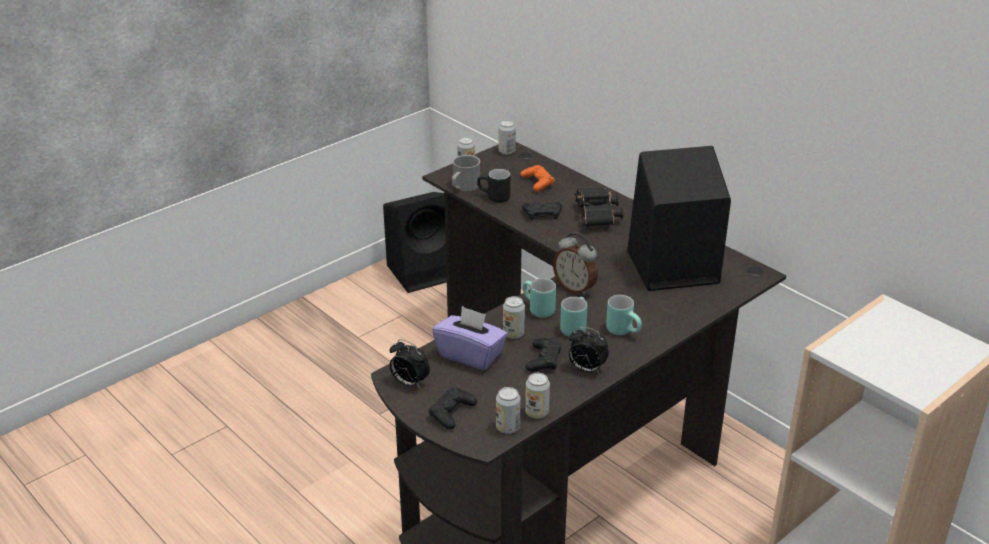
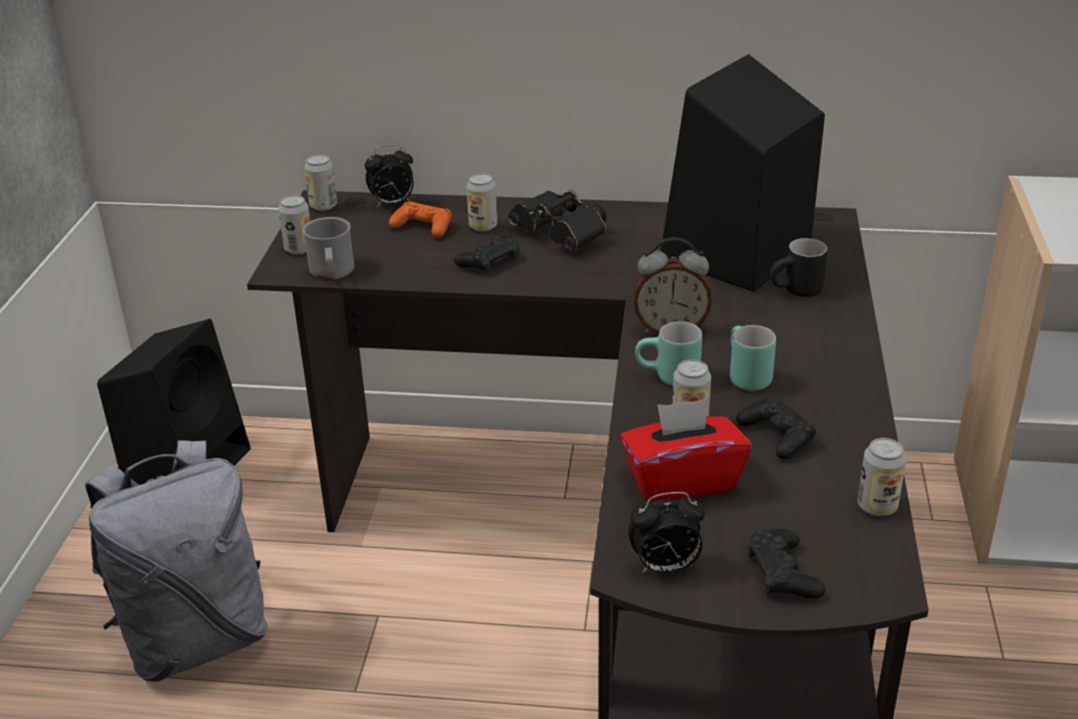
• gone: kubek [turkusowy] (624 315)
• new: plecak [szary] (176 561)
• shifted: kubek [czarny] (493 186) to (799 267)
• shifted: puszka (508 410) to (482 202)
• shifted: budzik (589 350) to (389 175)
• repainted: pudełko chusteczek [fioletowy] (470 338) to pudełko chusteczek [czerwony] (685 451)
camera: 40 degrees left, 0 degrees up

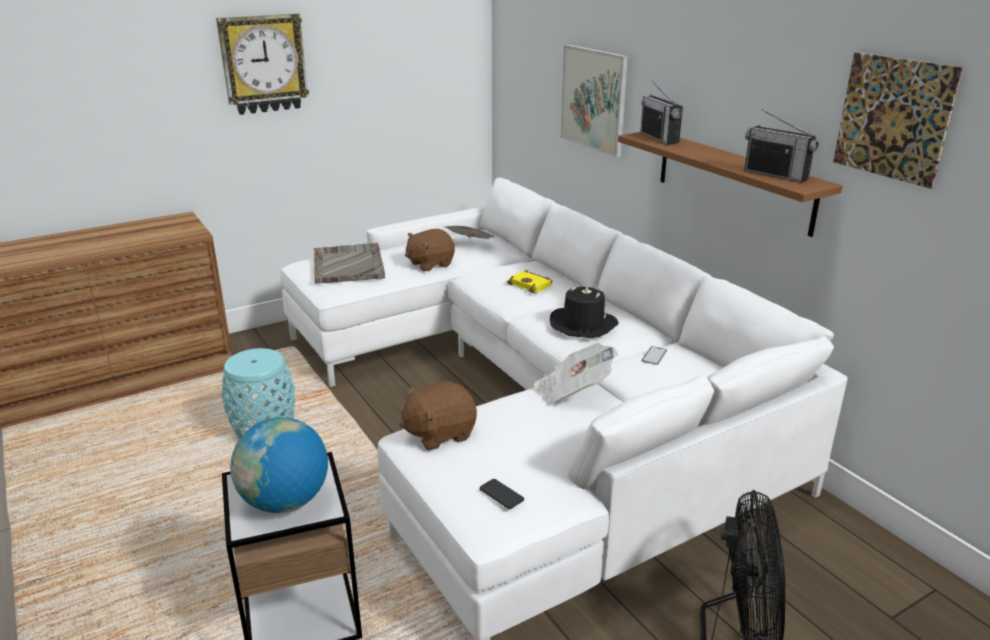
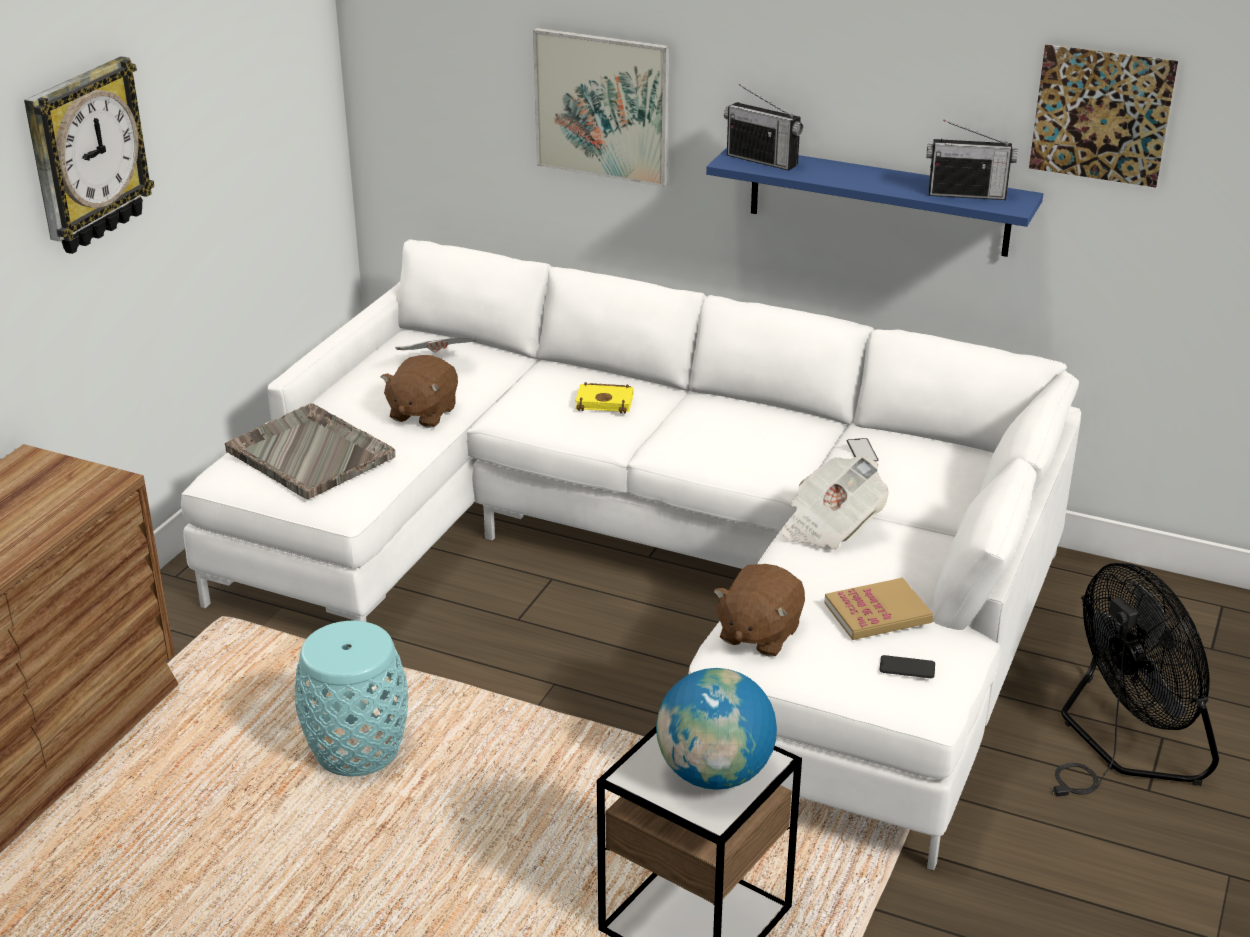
• gone: kapelusz [czarny] (584 311)
• new: książka (878 609)
• repainted: półka [brązowy] (730 184) to półka [niebieski] (874 202)
camera: 35 degrees left, 5 degrees up

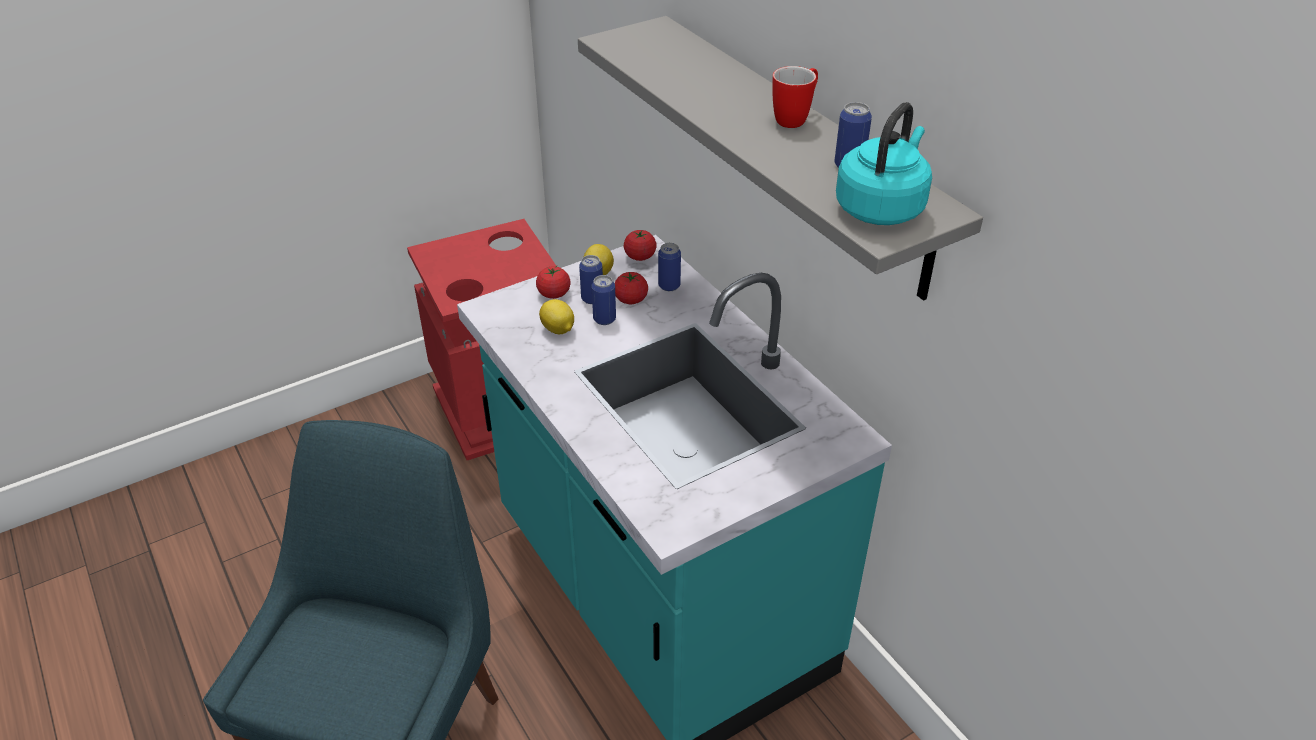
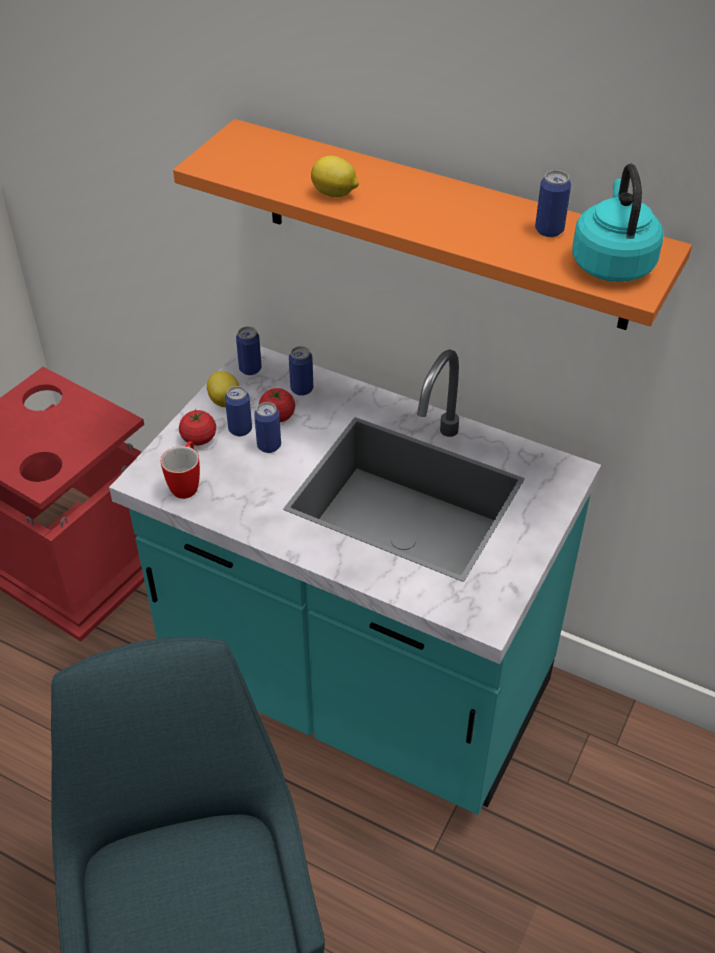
• shifted: cytryna (556 316) to (335 176)
• shifted: kubek (795 97) to (180 470)
• swapped: pomidor (640 245) to puszka (249 350)
• repainted: półka [szary] (780 158) to półka [pomarańczowy] (432 224)
camera: 30 degrees left, 5 degrees up

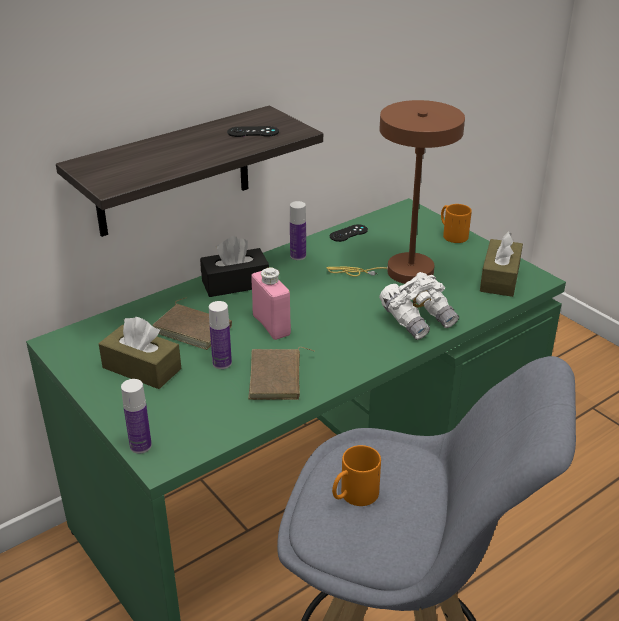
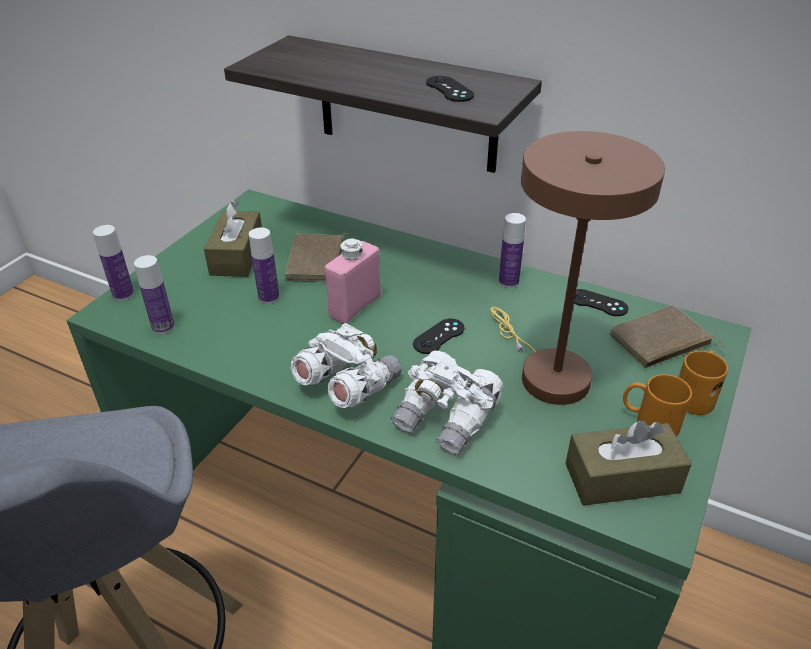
• gone: pudełko chusteczek [czarny] (234 266)
• new: butelka (154 294)
• new: lornetka [biały] (346 365)
• new: pad do gier [czarny] (439 336)
• shifted: książka [brązowy] (281 373) to (667 336)
• shifted: kubek [pomarańczowy] (356 475) to (657 405)
camera: 65 degrees right, 5 degrees up

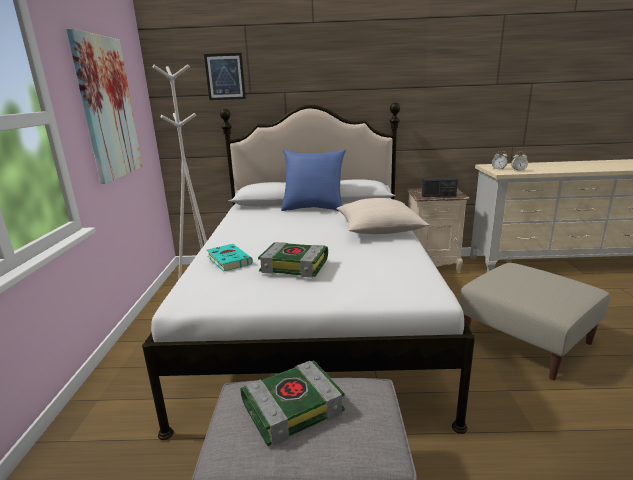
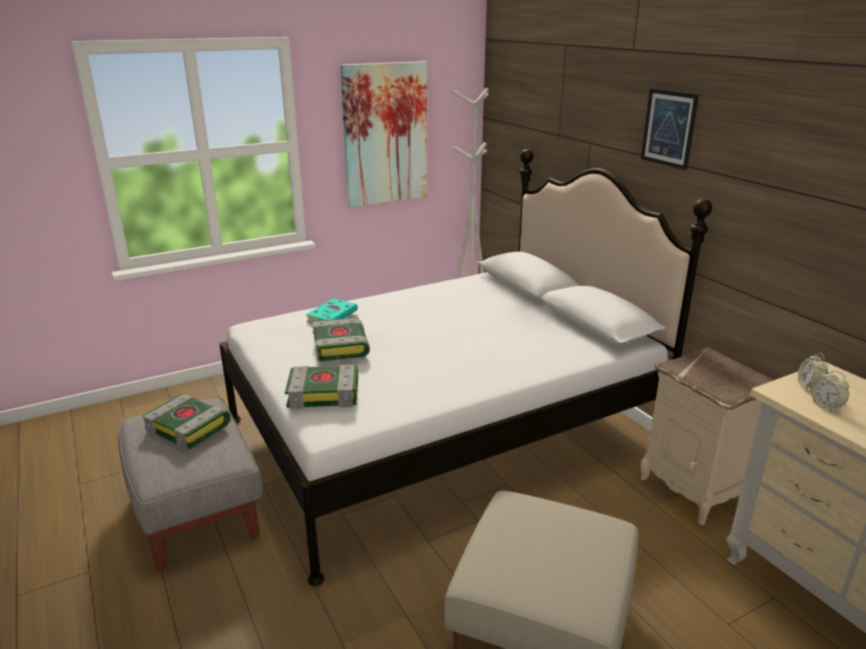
• gone: poduszka [niebieski] (313 180)
• gone: poduszka [beżowy] (382 216)
• gone: radio (440 187)
• new: książka (321 387)
• shifted: obraz (225 76) to (670 129)
camera: 60 degrees right, 5 degrees up

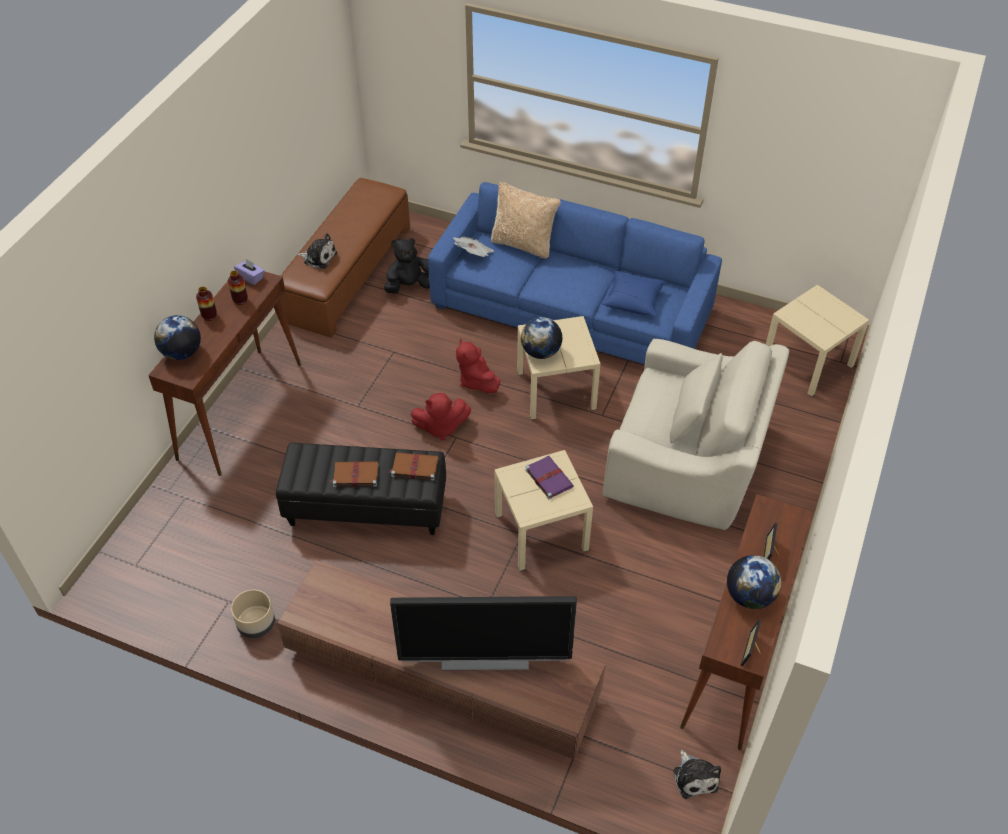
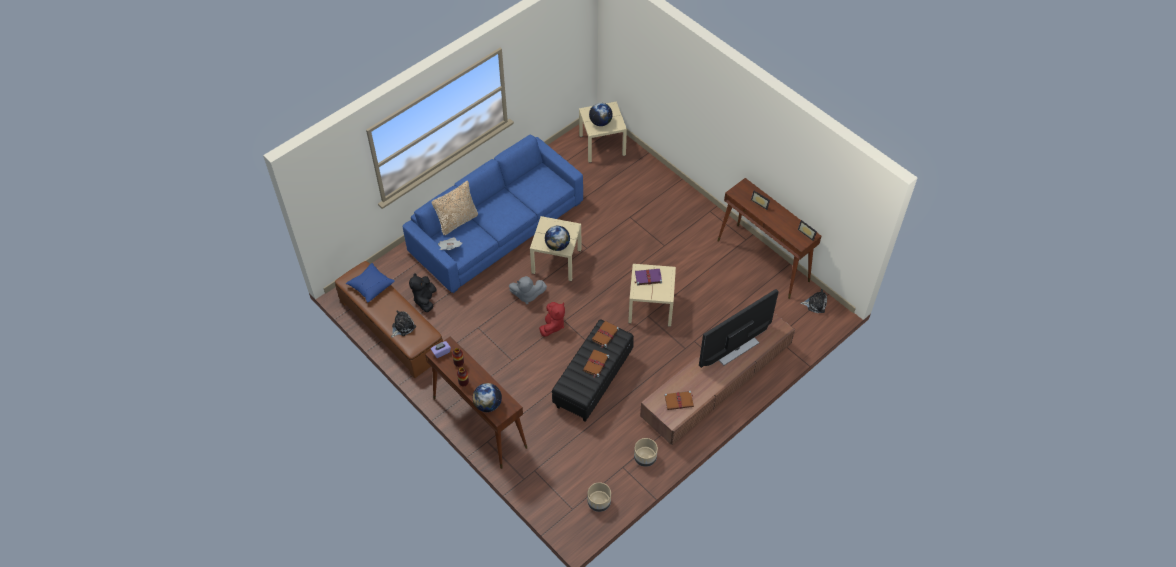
• gone: fotel [beżowy] (696 434)
• new: donica [beżowy] (599 497)
• new: książka [brązowy] (679 400)
• shifted: poduszka [niebieski] (634 293) to (370 283)
• shifted: globus (754 582) to (601 114)
• repainted: pluszak [czerwony] (478 366) to pluszak [szary] (528 290)
• rotated: telewizor (483 633) = (739 328) 150 degrees counterclockwise
camera: 65 degrees left, 5 degrees up

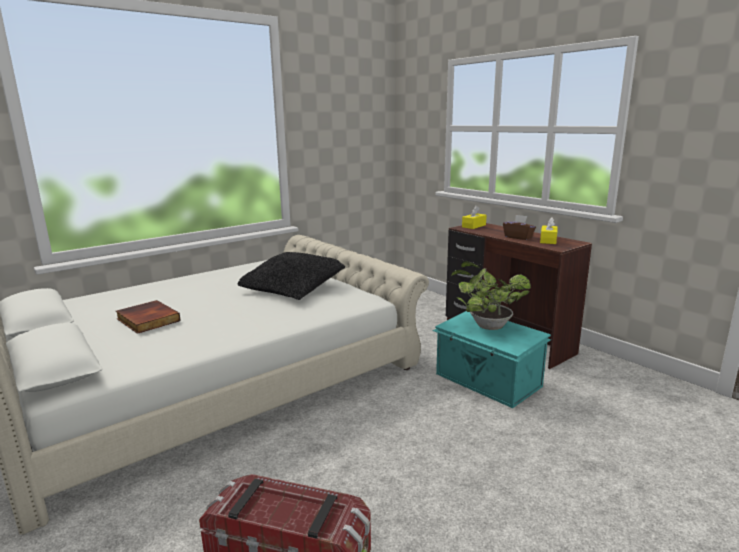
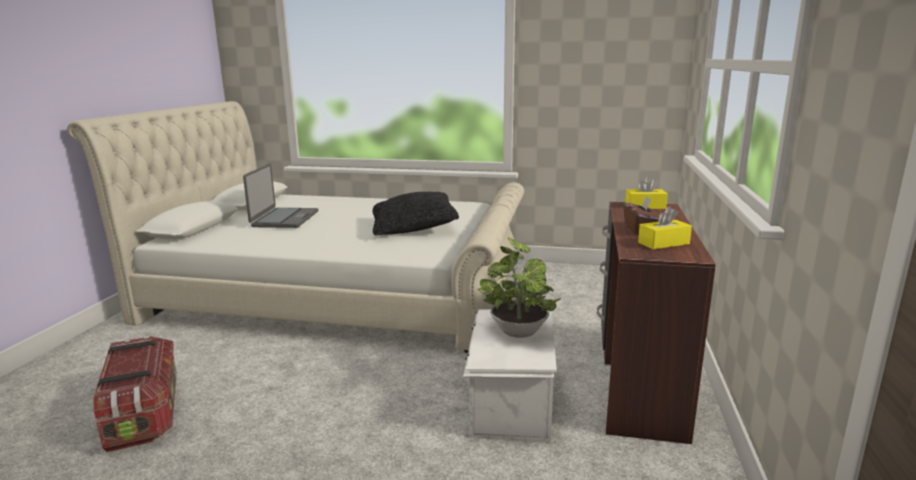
• swapped: książka (148 317) to laptop (280 196)
• repainted: pojemnik do przechowywania [turkusowy] (492 359) to pojemnik do przechowywania [biały] (510 376)
camera: 50 degrees right, 0 degrees up

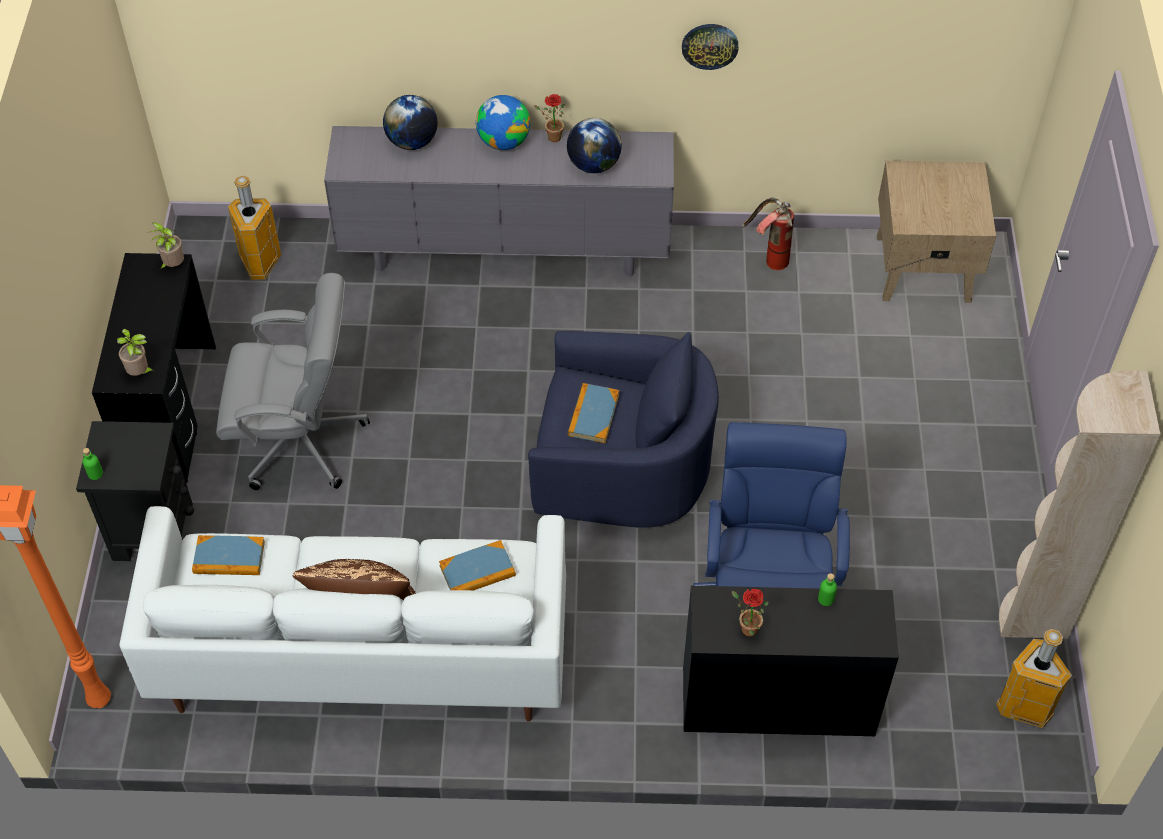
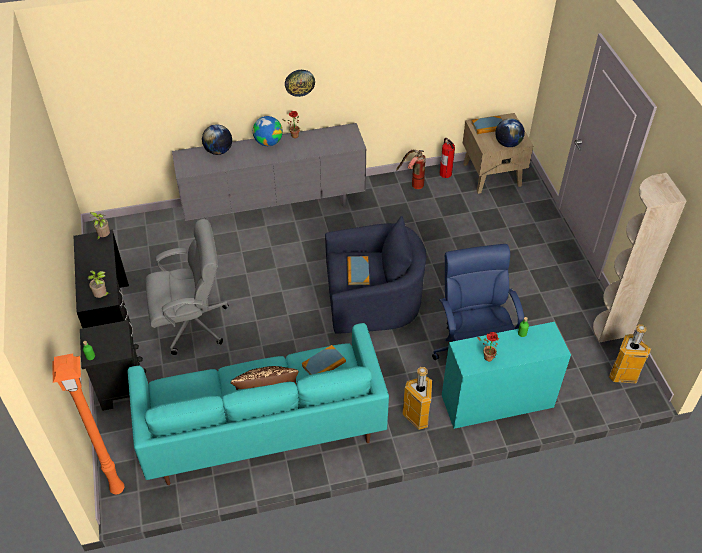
• new: gaśnica (447 158)
• shifted: książka (228 555) to (487 125)
• shifted: kosz na śmieci (254 228) to (417 398)
• shifted: globus (594 145) to (510 132)
• shifted: zegar ścienny (710 47) to (300 83)
• repainted: kanapa [biały] (342 614) to kanapa [turkusowy] (258 404)
• repainted: biurko [czarny] (791 661) to biurko [turkusowy] (506 375)
camera: 15 degrees left, 5 degrees down

